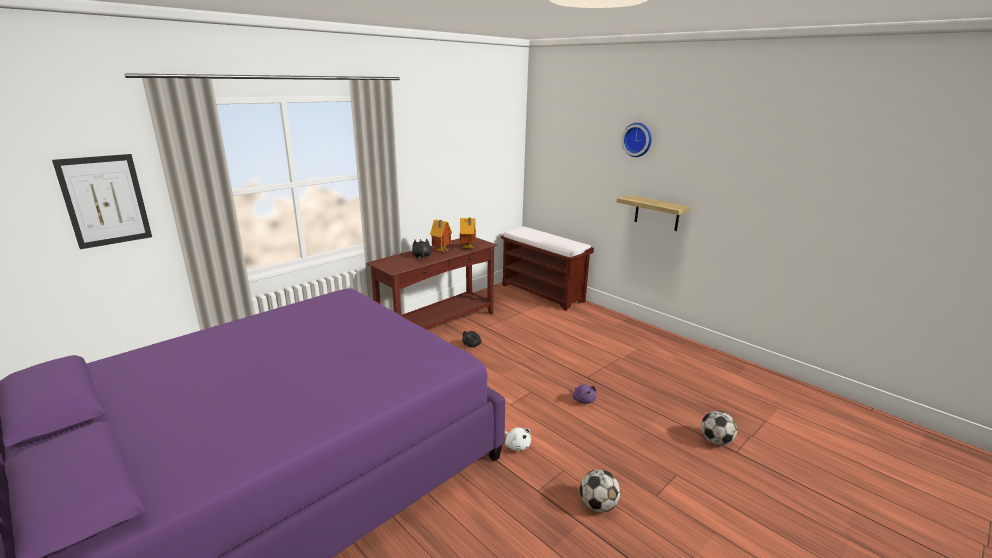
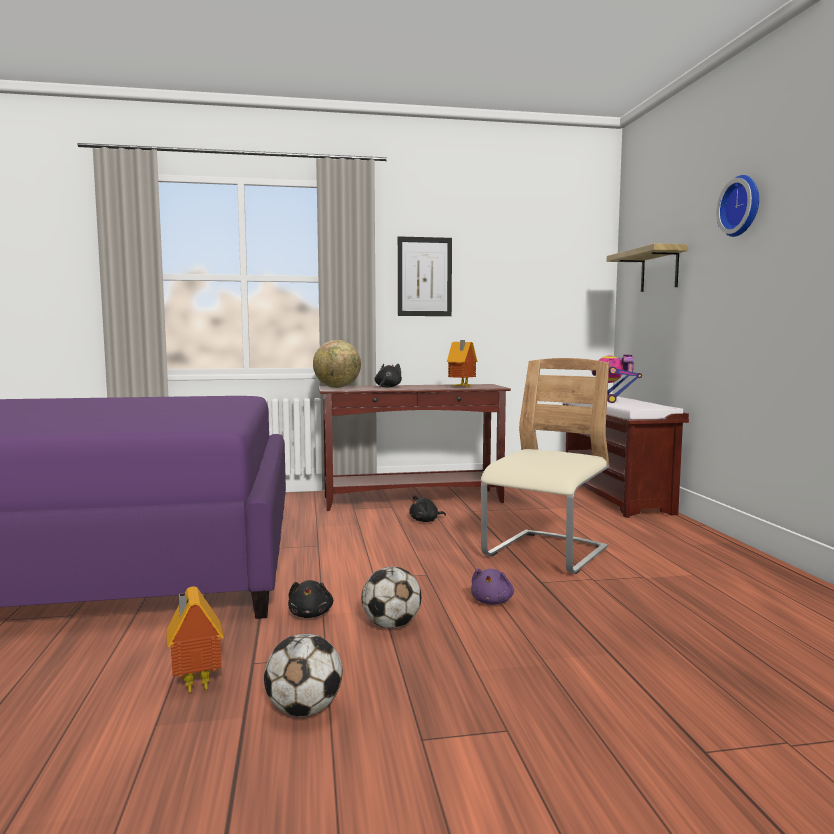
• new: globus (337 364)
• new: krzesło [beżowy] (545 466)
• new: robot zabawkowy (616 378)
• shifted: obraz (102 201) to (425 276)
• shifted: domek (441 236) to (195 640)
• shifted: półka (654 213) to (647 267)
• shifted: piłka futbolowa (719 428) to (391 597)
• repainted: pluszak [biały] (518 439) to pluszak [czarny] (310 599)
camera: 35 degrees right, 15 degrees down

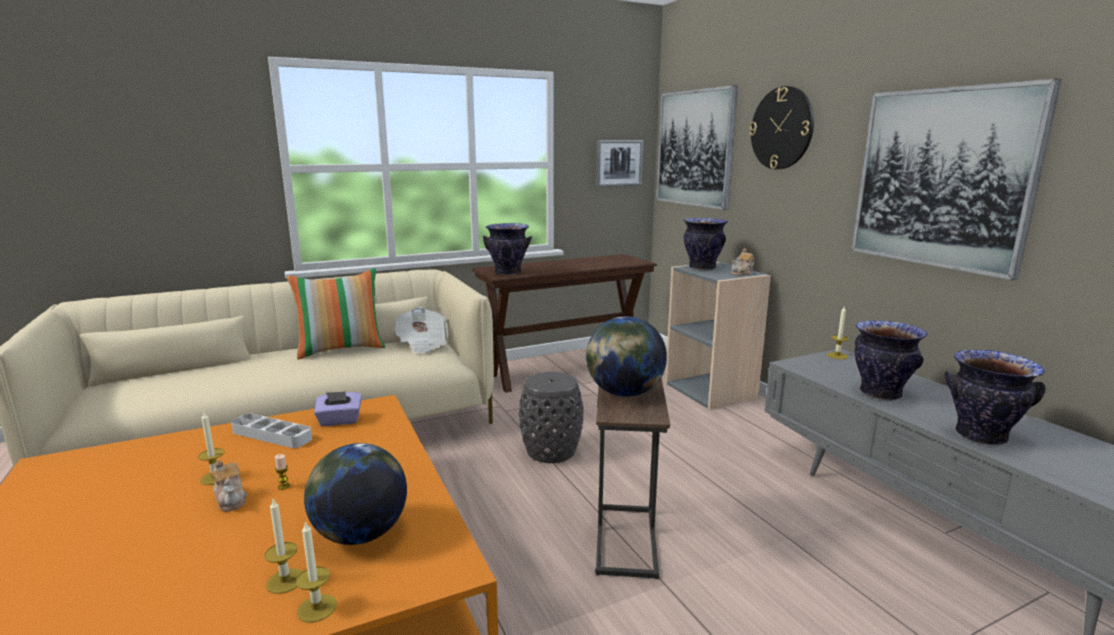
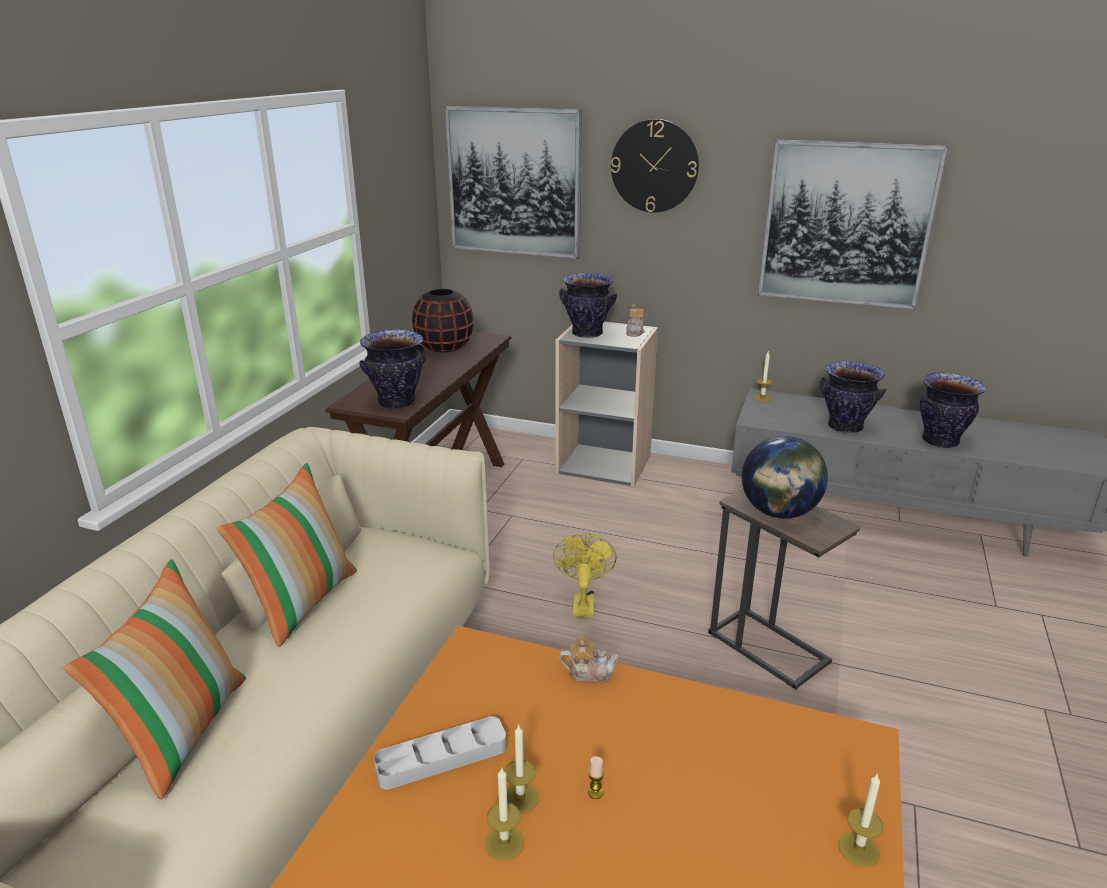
• gone: globus (355 494)
• gone: pudełko chusteczek [fioletowy] (338 408)
• gone: gazeta (421 330)
• gone: obraz (619 163)
• new: poduszka (154 679)
• new: wazon [czarny] (443 320)
• shifted: imbryk (229 486) to (589 659)
• shifted: świeca (283 546) to (521 769)
• swapped: stołek [szary] (551 417) to wentylator [żółty] (584 575)
camera: 45 degrees left, 10 degrees up

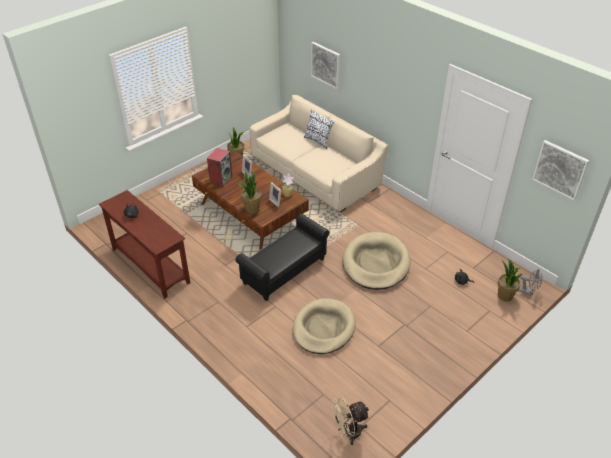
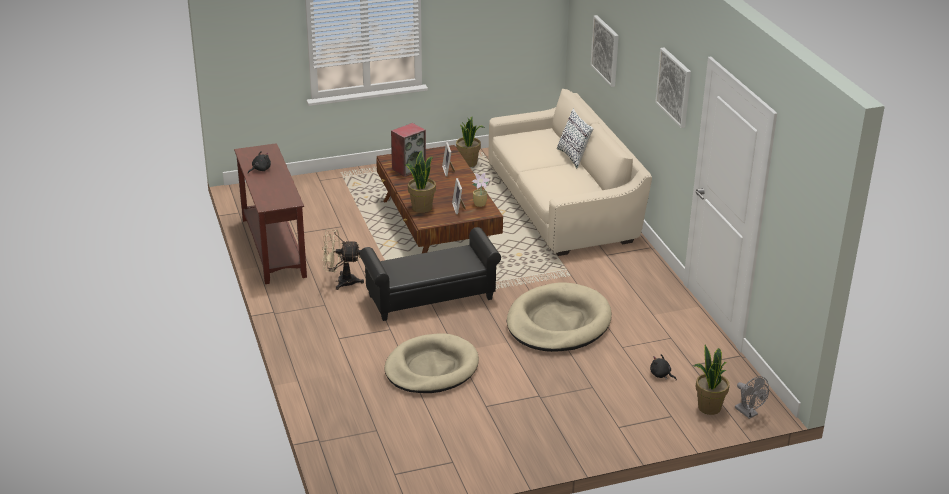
• shifted: wentylator [beżowy] (350 420) to (343 259)
• shifted: obraz (560 170) to (673 88)
camera: 25 degrees right, 10 degrees down

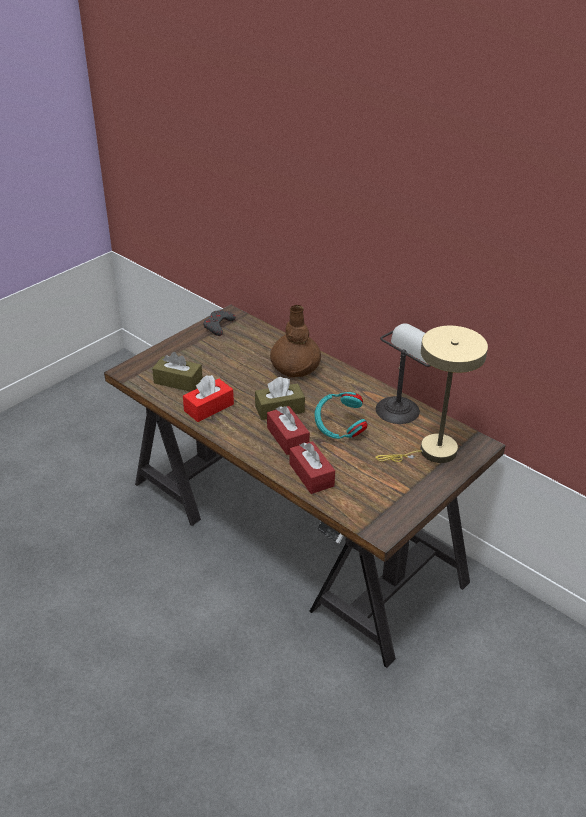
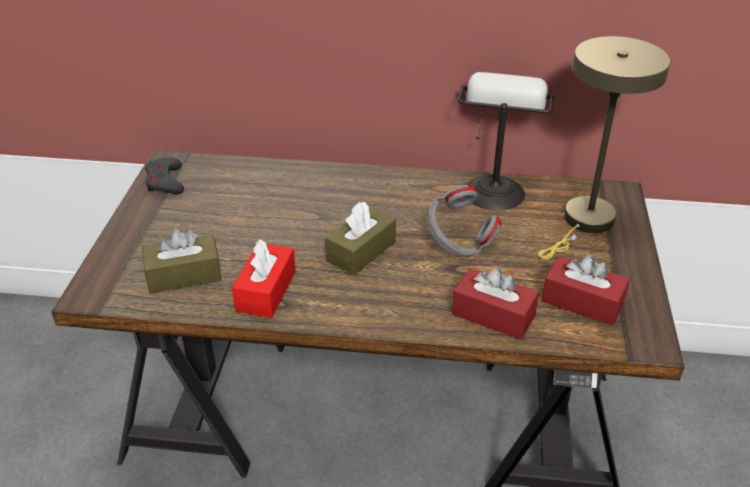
• gone: wazon [brązowy] (295 341)
• shifted: pudełko chusteczek [czerwony] (288 430) to (585 290)
• repainted: słuchawki [turkusowy] (340 415) to słuchawki [szary] (464 220)
camera: 35 degrees left, 0 degrees up

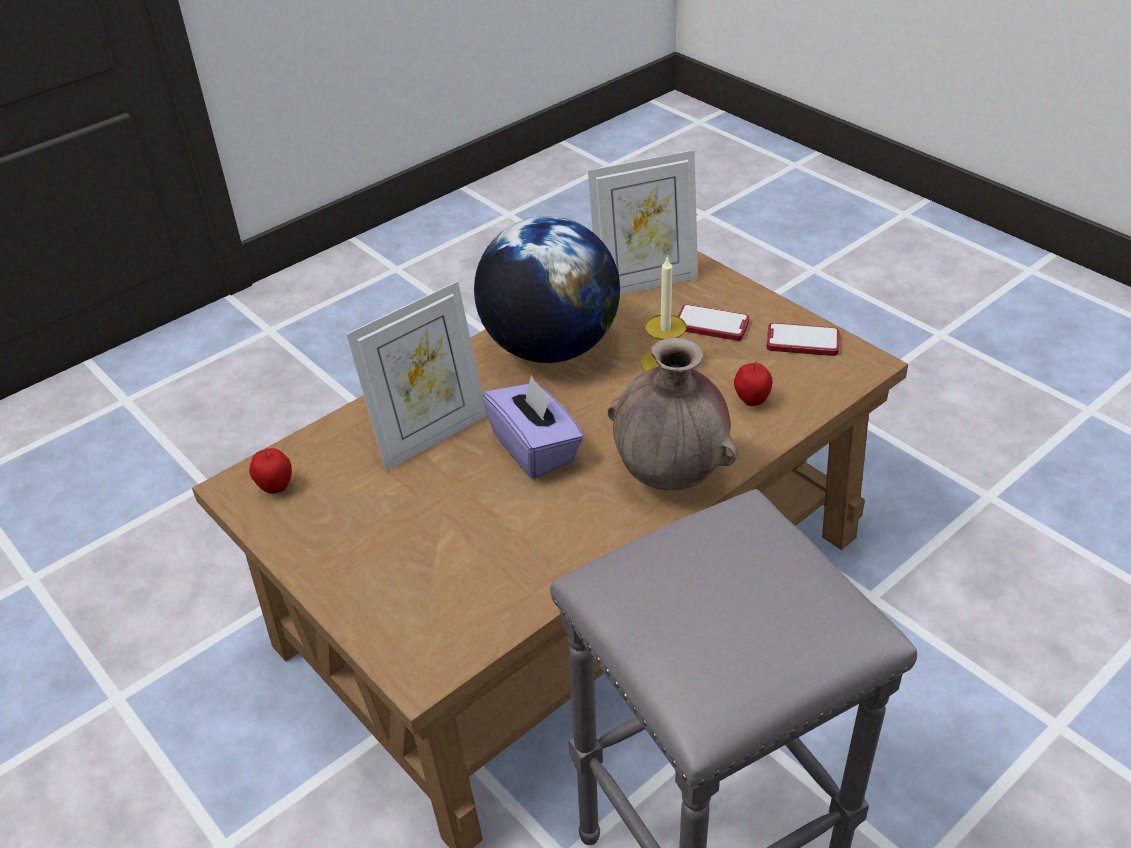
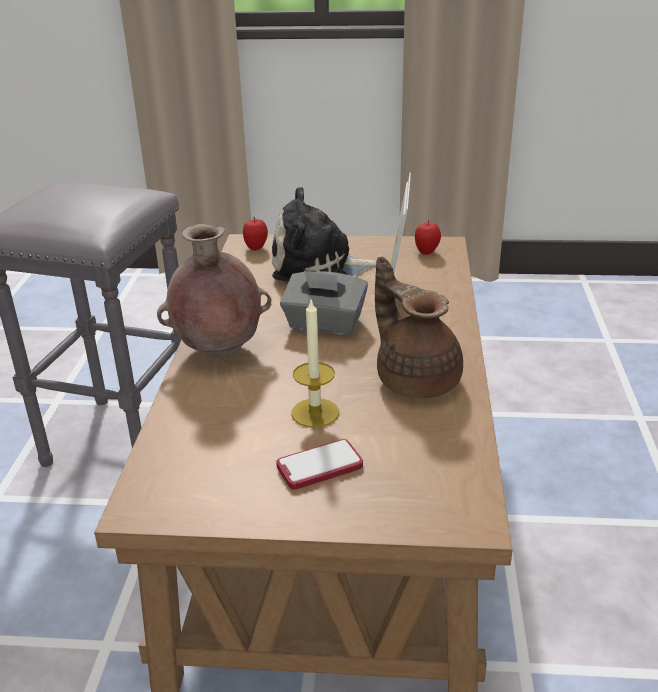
• gone: ramka na zdjęcie (643 222)
• gone: telefon (803 339)
• new: pluszak (324 235)
• shifted: jabłko (753 383) to (255 234)
• swapped: globus (547 289) to imbryk [brązowy] (419 327)
• repainted: pudełko chusteczek [fioletowy] (533 426) to pudełko chusteczek [szary] (324 303)
camera: 135 degrees right, 10 degrees down

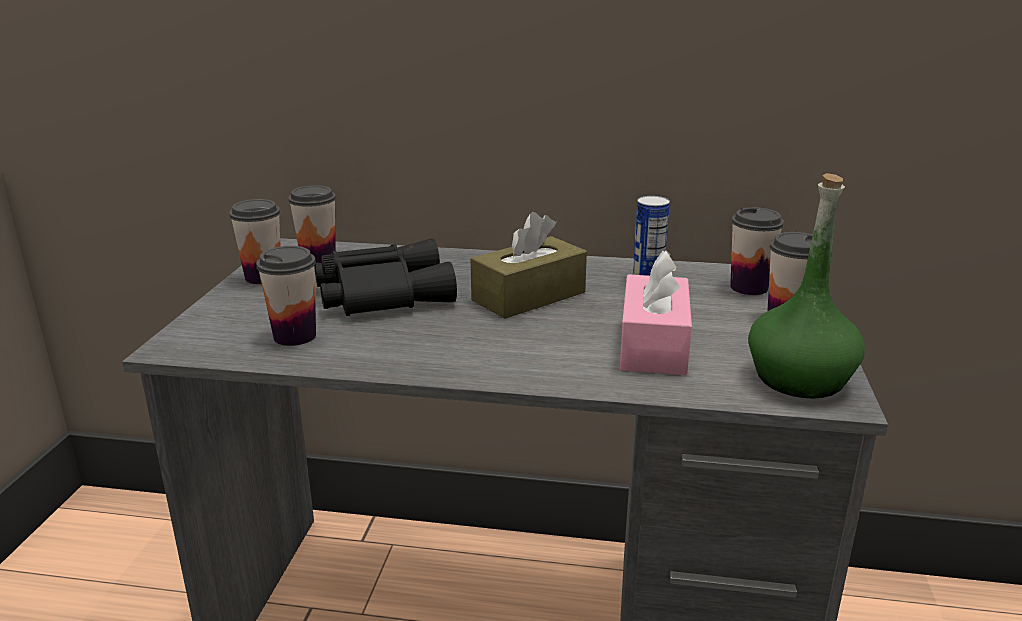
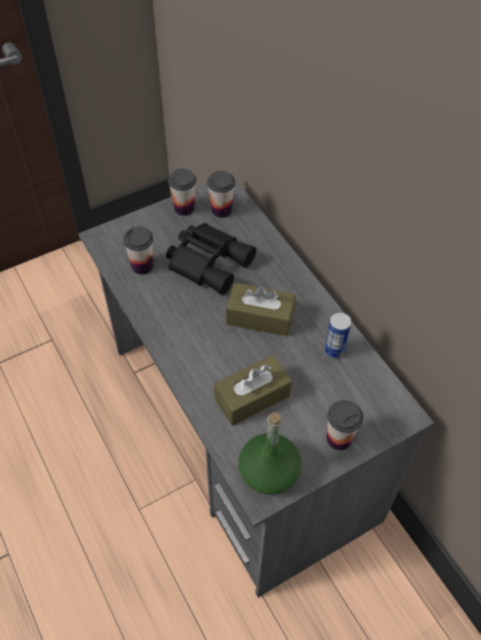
• gone: filiżanka (757 251)
• repainted: pudełko chusteczek [różowy] (656 312) to pudełko chusteczek [brązowy] (253 390)
camera: 50 degrees right, 30 degrees up

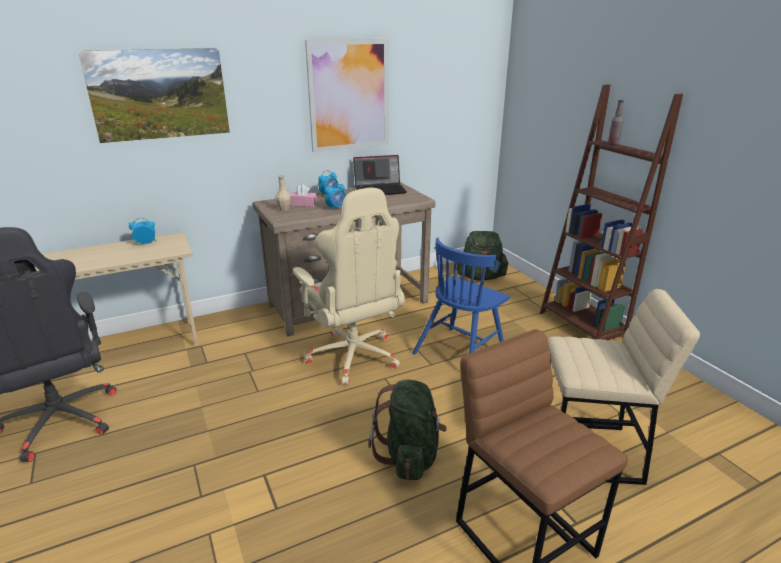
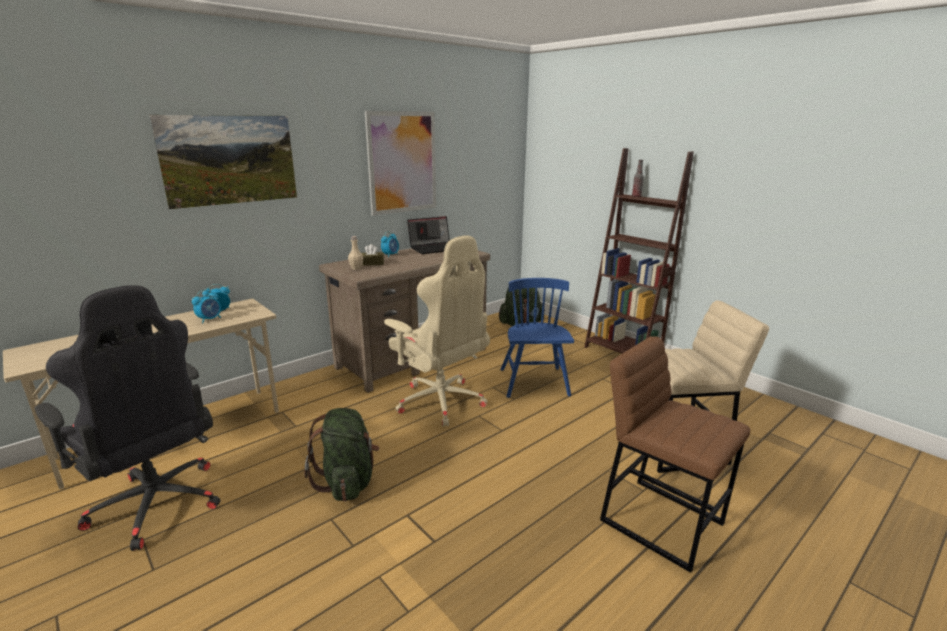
• shifted: budzik (335 196) to (206 306)
• shifted: plecak [zielony] (407 430) to (342 454)
• repainted: pudełko chusteczek [różowy] (303 195) to pudełko chusteczek [brązowy] (372 255)
• rotated: krzesło [niebieski] (461 296) = (537 338) 150 degrees clockwise
camera: 15 degrees left, 5 degrees down

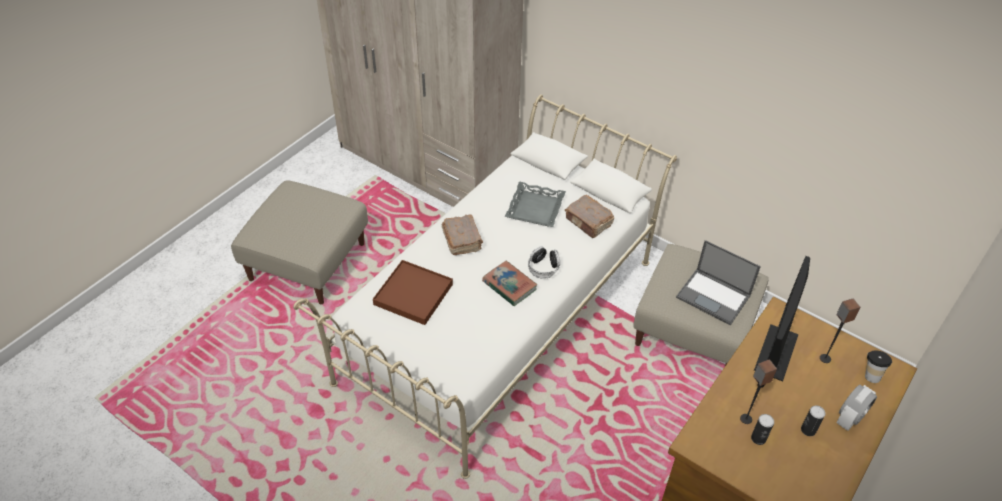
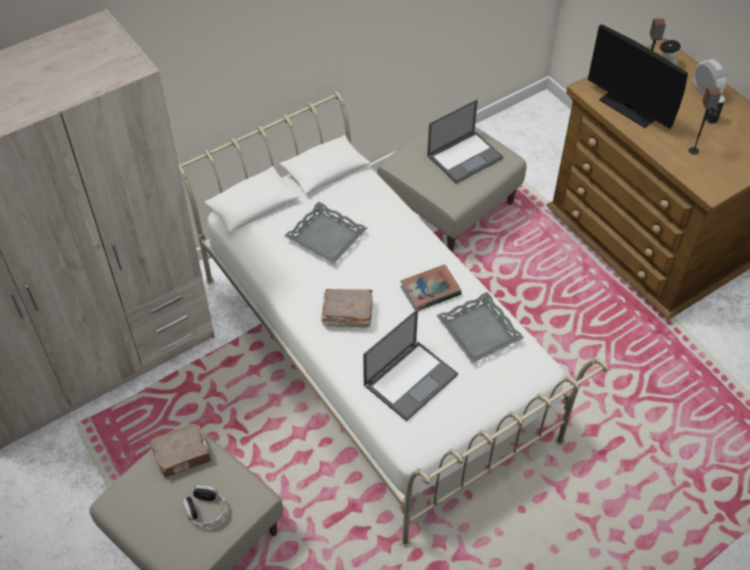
• gone: puszka (762 429)
• new: taca [szary] (480 327)
• shifted: słuchawki (544 262) to (204 506)
• shifted: książka [brązowy] (589 216) to (180 450)
• swapped: taca [brązowy] (413 292) to laptop (410 365)
camera: 70 degrees left, 5 degrees up

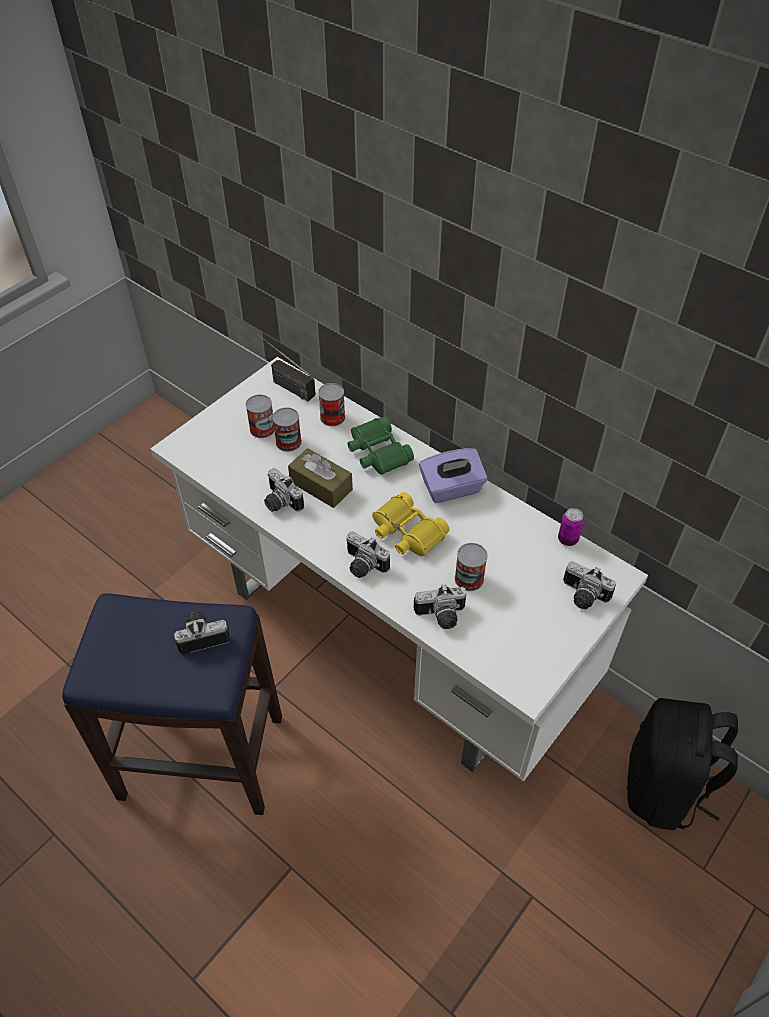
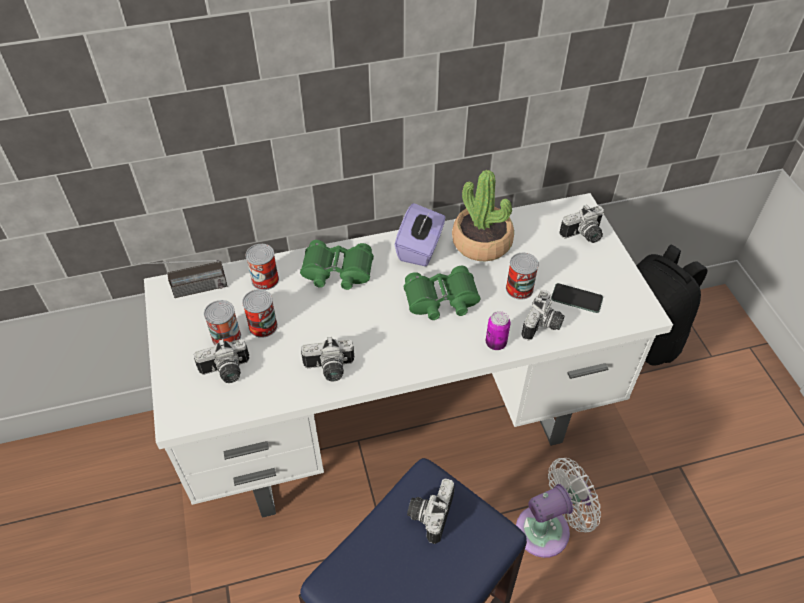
• gone: pudełko chusteczek [brązowy] (320 478)
• new: roślina doniczkowa (483 215)
• new: wentylator [biały] (558 508)
• new: telefon (577 298)
• shifted: aparat fotograficzny (368 555) to (221 361)
• shifted: puszka (571 527) to (498 330)
• repainted: lornetka [żółty] (410 524) to lornetka [zielony] (442 293)
camera: 55 degrees left, 0 degrees up

